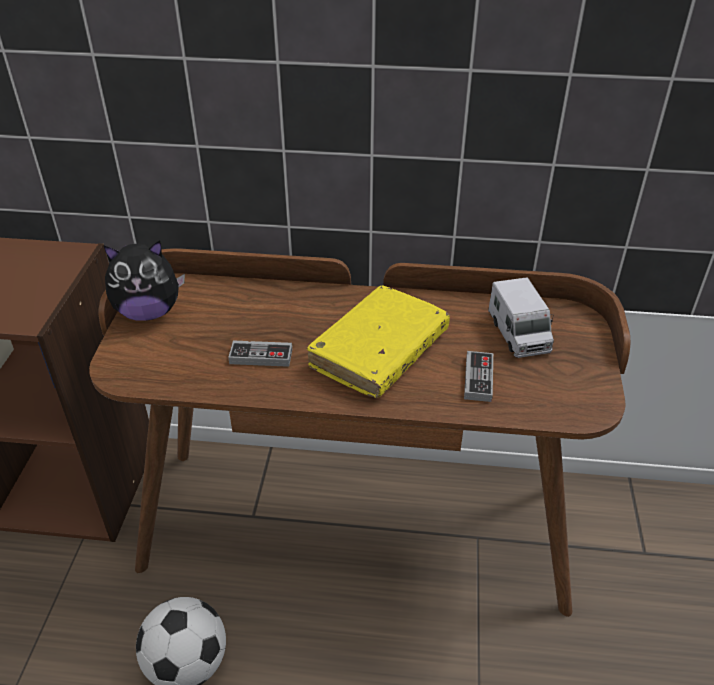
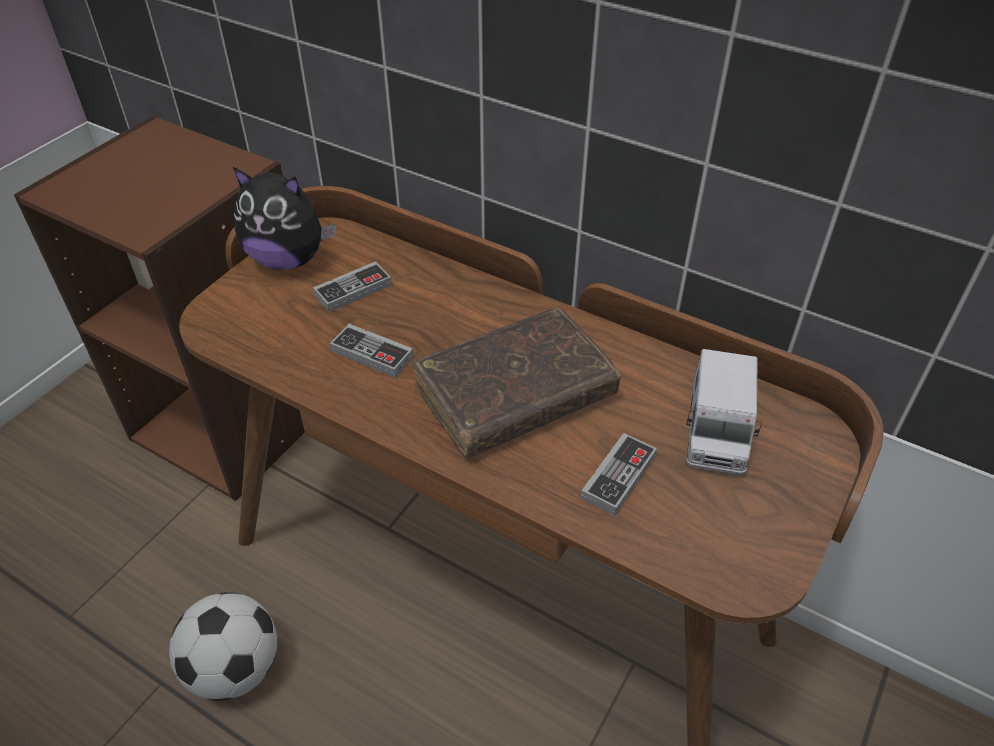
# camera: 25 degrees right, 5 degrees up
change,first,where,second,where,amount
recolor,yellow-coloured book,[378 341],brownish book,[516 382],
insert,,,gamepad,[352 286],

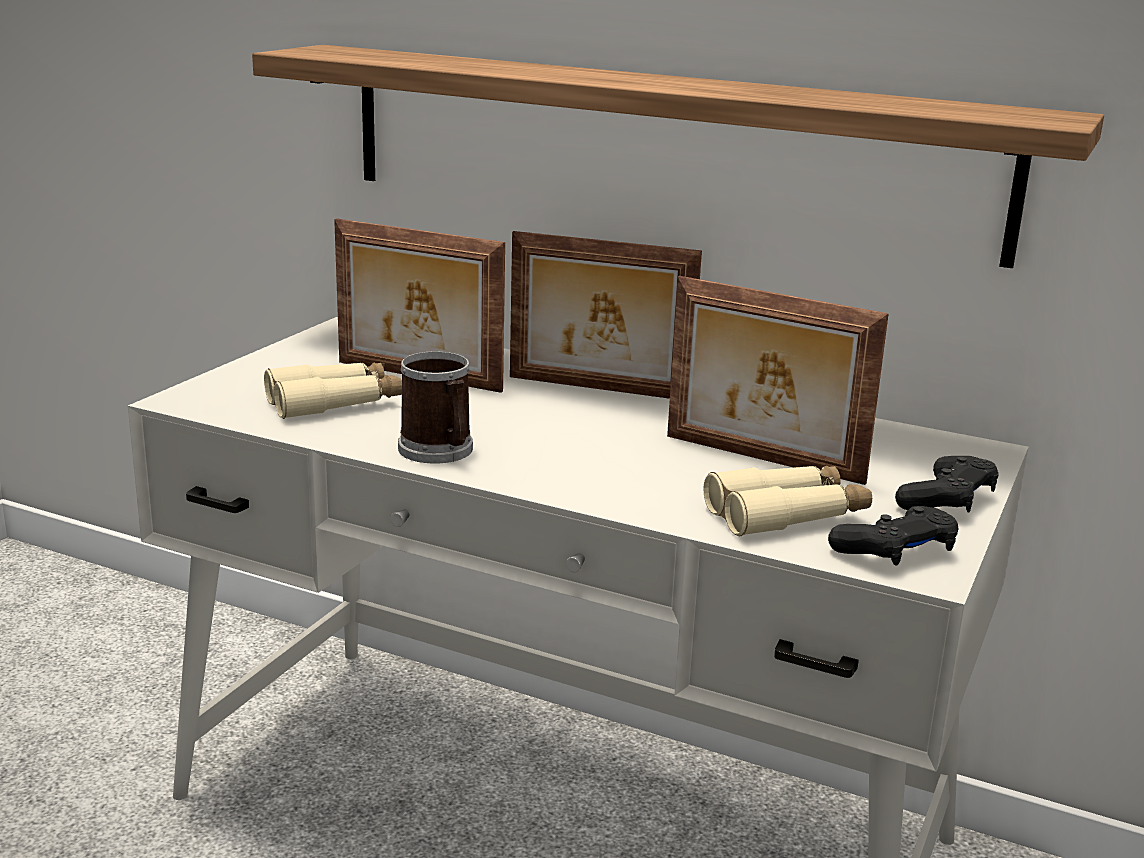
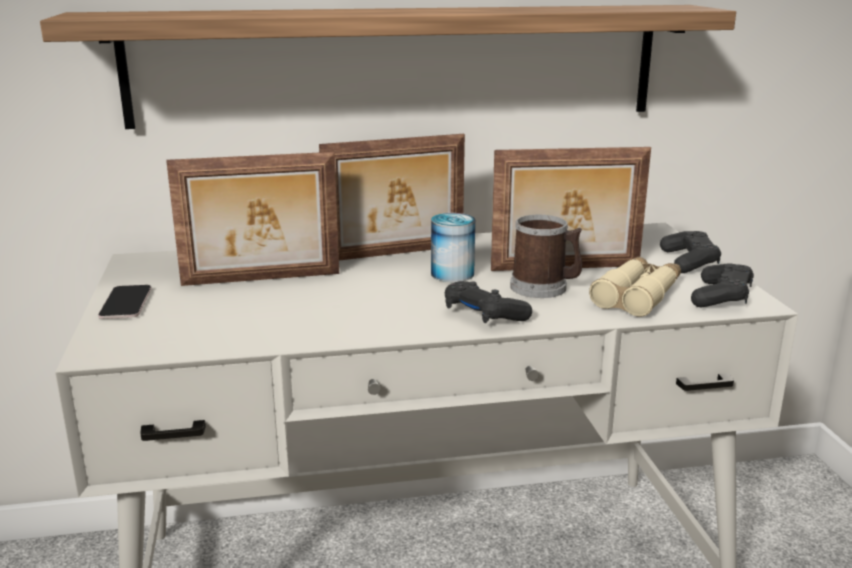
# camera: 35 degrees left, 0 degrees up
change,first,where,second,where,amount
move,tea mug,[435 407],,[546 256],
delete,beige pair of binoculars,[333 391],,,
insert,,,metal can,[453 247],
insert,,,blackish gamepad,[488 302],
insert,,,telephone,[125 302],

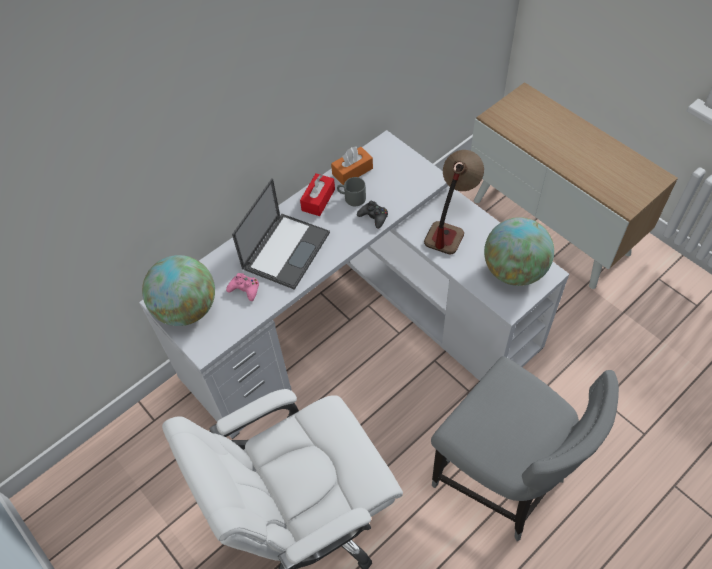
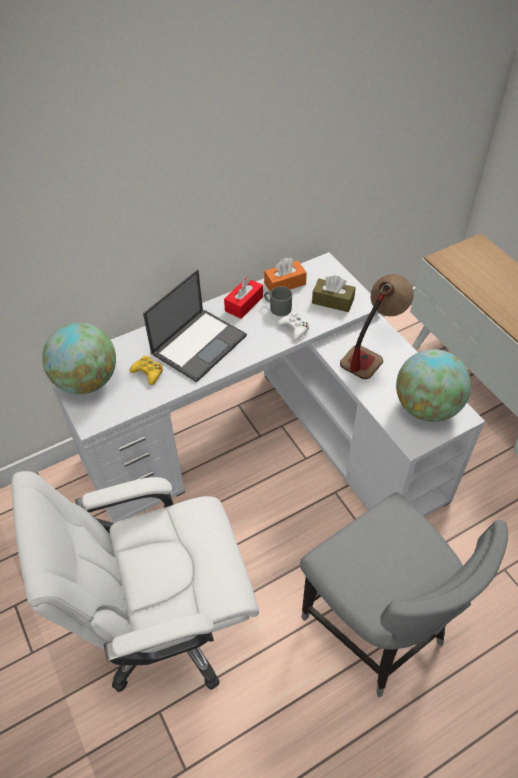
# camera: 10 degrees right, 5 degrees down
change,first,where,second,where,amount
recolor,blackish gamepad,[372 215],white gamepad,[293 326],
recolor,pinkish gamepad,[242 287],yellow-coloured gamepad,[146 370],
insert,,,brownish box of tissues,[334 293],

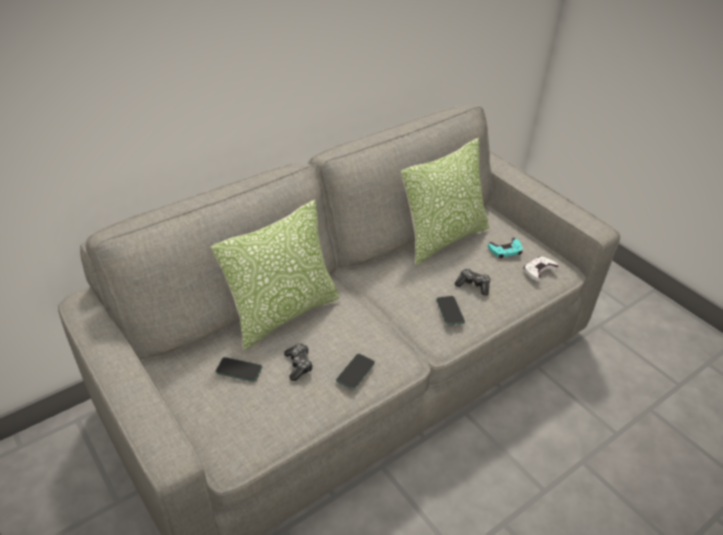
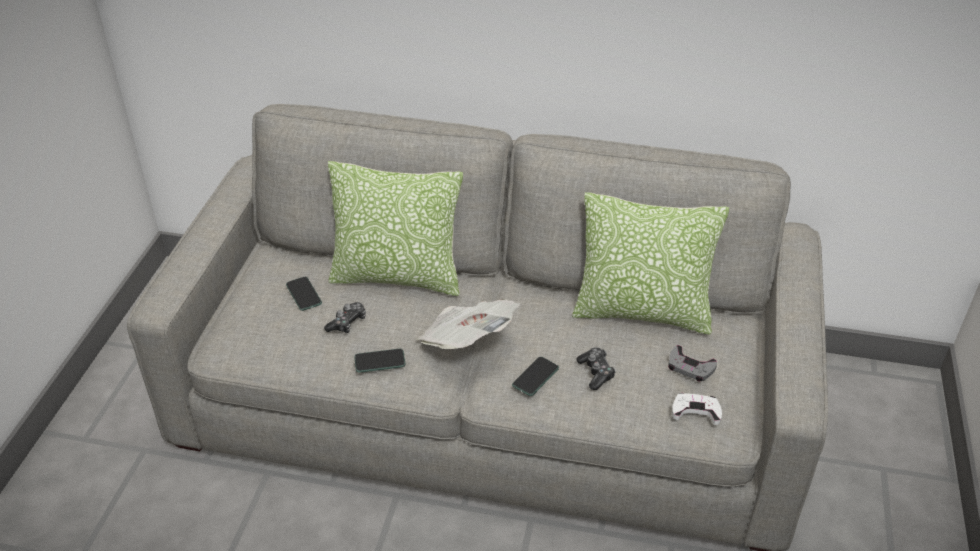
# camera: 50 degrees right, 0 degrees up
change,first,where,second,where,amount
recolor,blue-green gamepad,[505 248],greyish gamepad,[692 363],
insert,,,daily paper,[468 324],

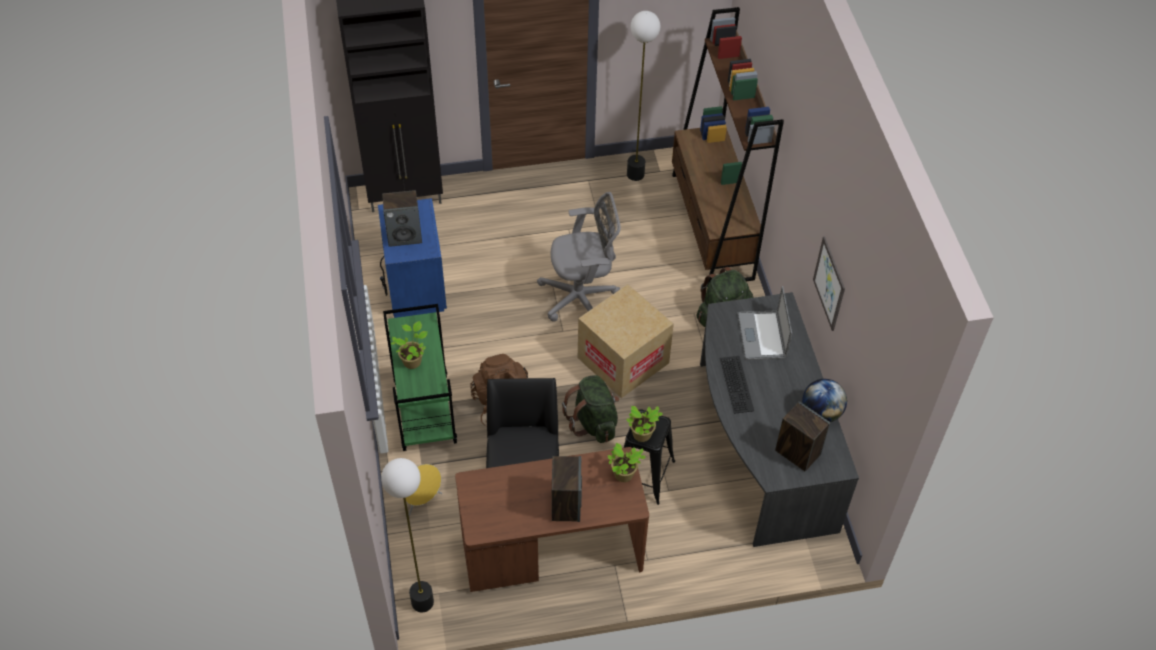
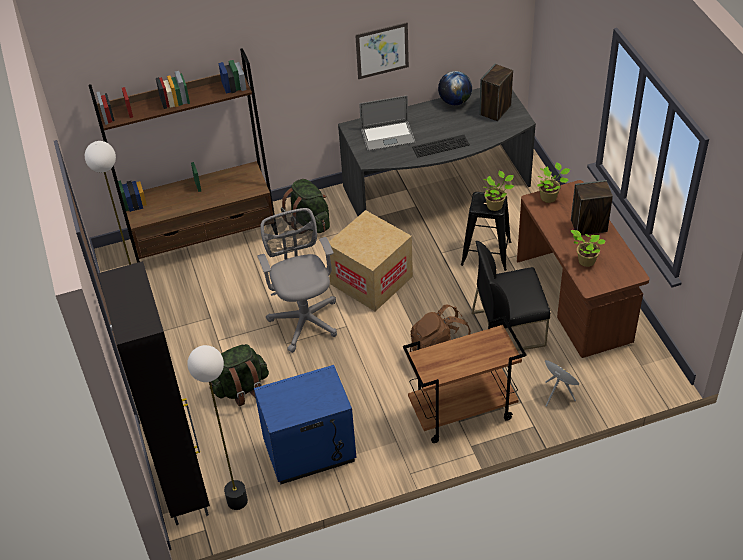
# camera: 95 degrees left, 5 degrees down
change,first,where,second,where,amount
delete,loudspeaker,[402 218],,,
recolor,greenish trolley,[420 377],brownish trolley,[464 379],
move,plant in a pot,[409 345],,[588 248],
move,greenish backpack,[590 409],,[240 375],
move,floor lamp,[407 535],,[217 427],

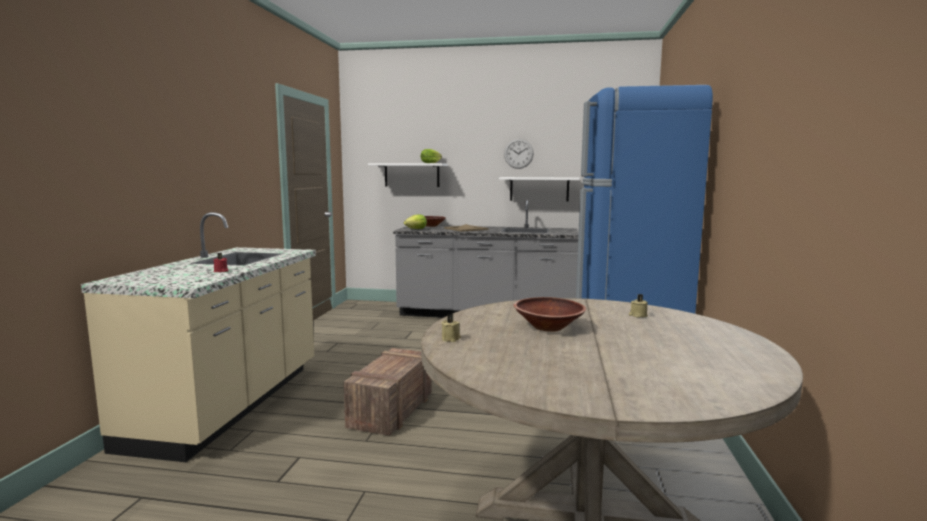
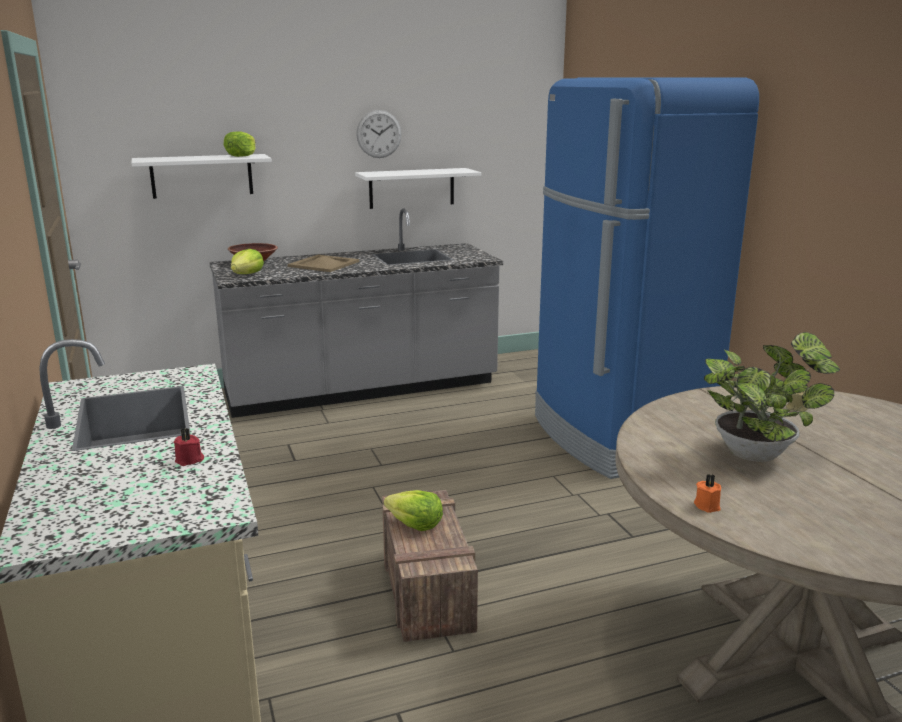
# camera: 30 degrees left, 10 degrees up
change,first,where,second,where,amount
replace,brownish serving bowl,[550 314],plant in a pot,[772 397],
recolor,beige wax light,[451 328],orange wax light,[707 493],
insert,,,lettuce,[413 510],

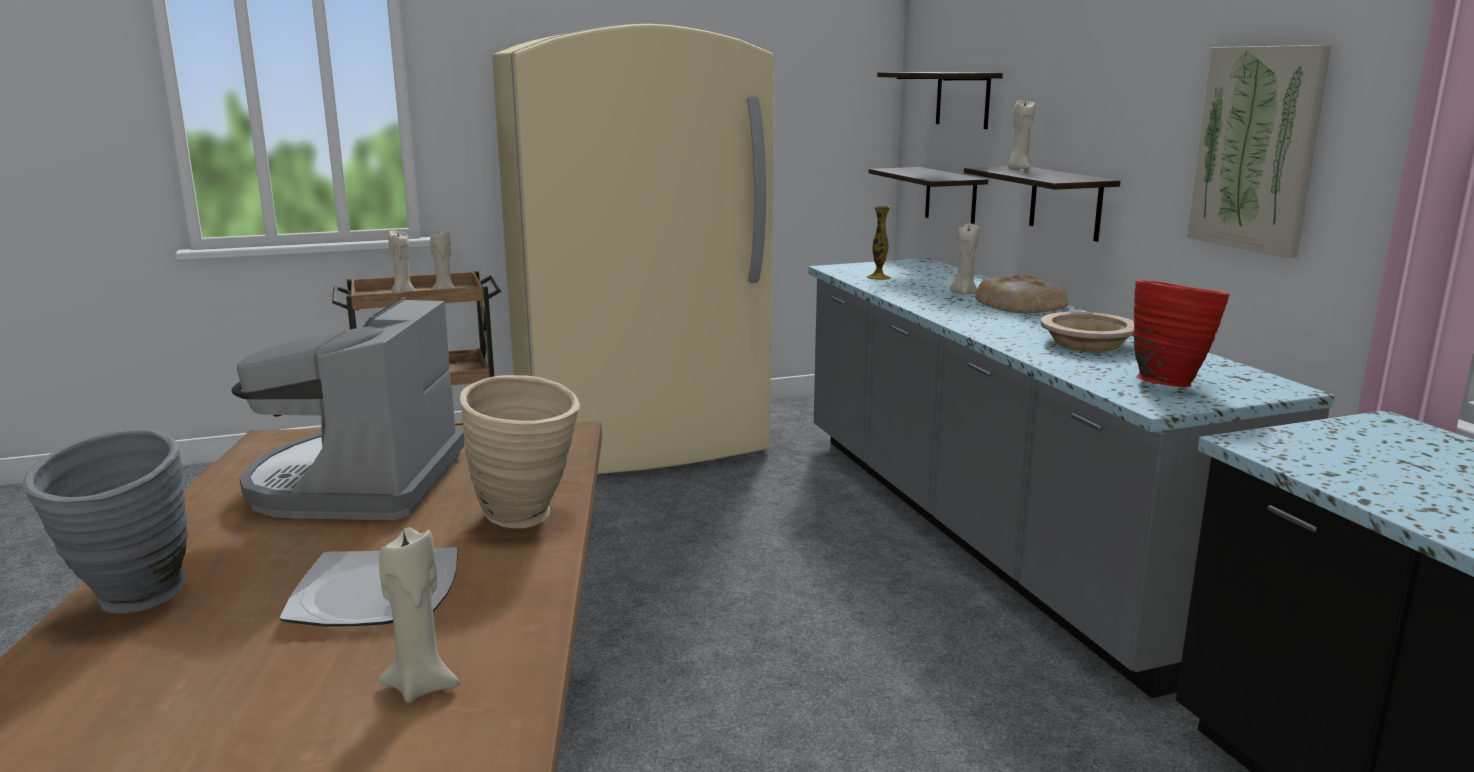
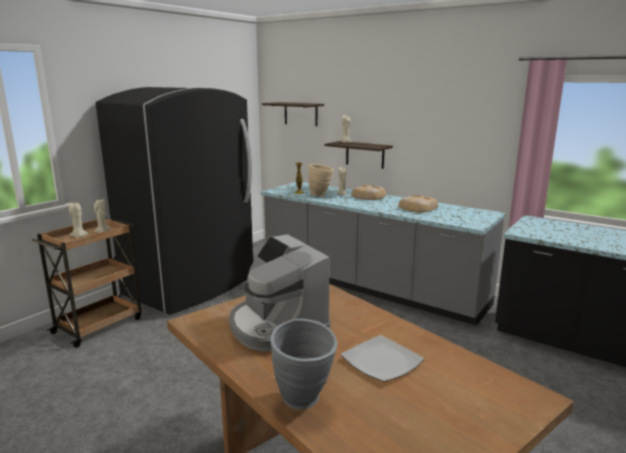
# camera: 35 degrees left, 0 degrees up
change,first,where,second,where,amount
recolor,beige refrigerator,[633 249],blackish refrigerator,[174 201],
delete,picture,[1259 151],,,
delete,shelf,[928 195],,,
delete,red-coloured decorative vase,[1181 333],,,
replace,beige serving bowl,[1087 332],bakery bread,[418 203],
move,beige decorative vase,[520 451],,[321 180],
delete,beige wax light,[419 615],,,

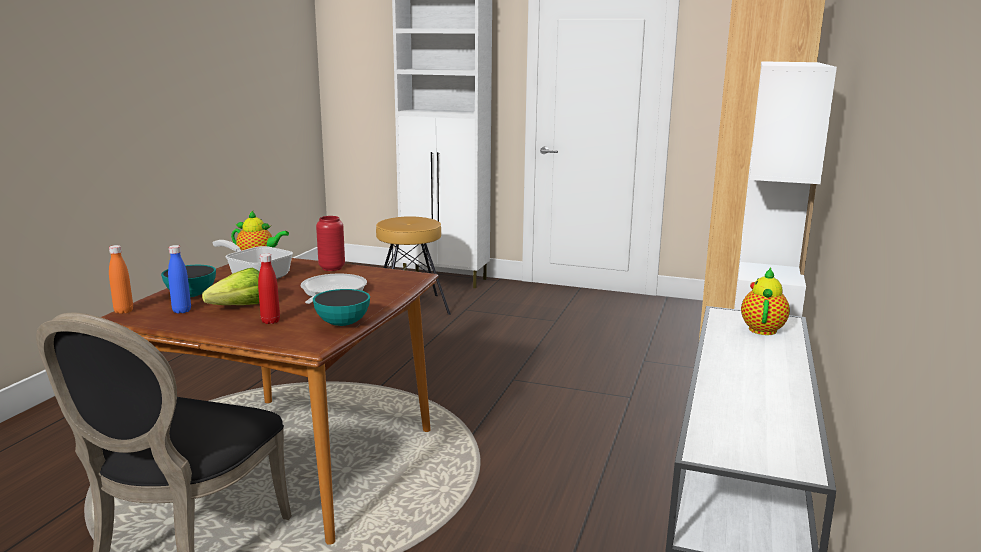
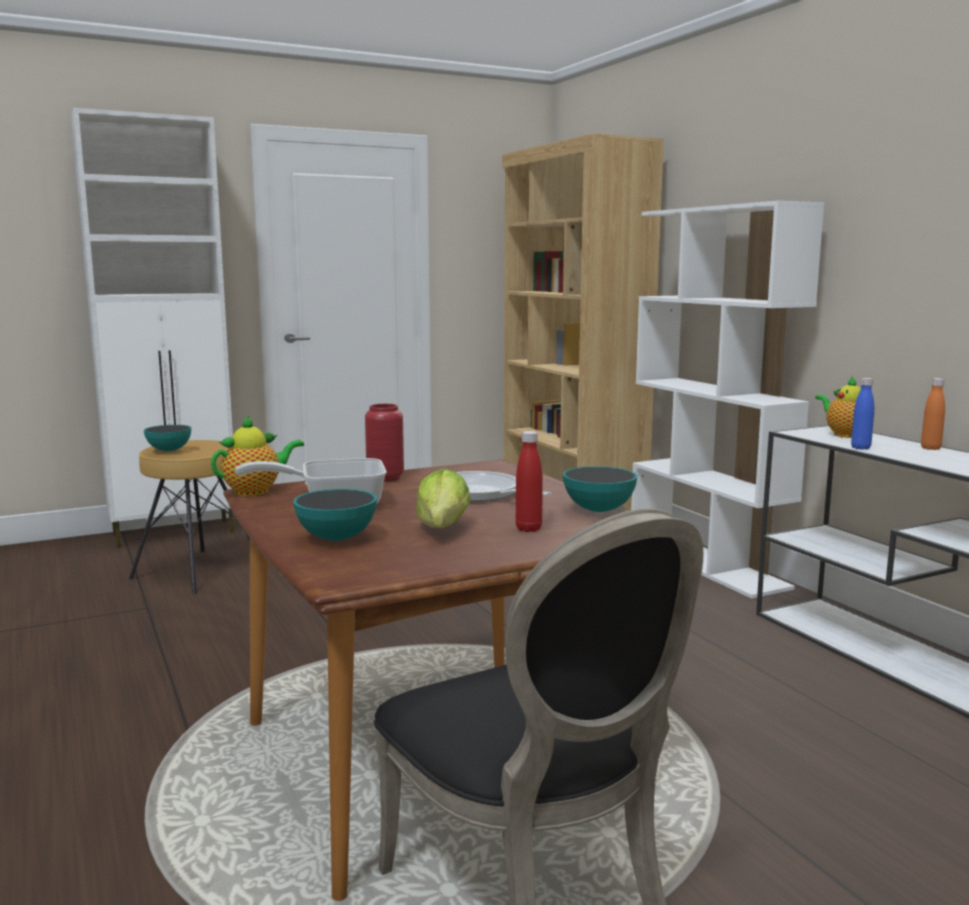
# camera: 45 degrees left, 5 degrees down
change,first,where,second,where,amount
move,orange drink bottle,[121 279],,[933 414],
move,bluish drink bottle,[179 279],,[862 414],
insert,,,serving bowl,[167 438],

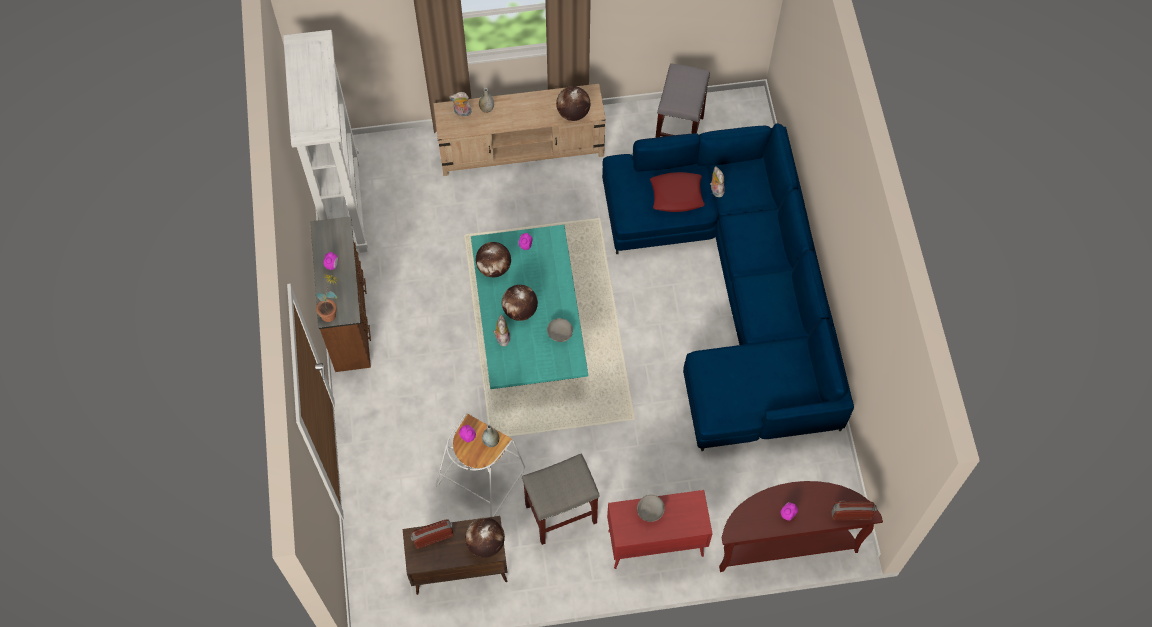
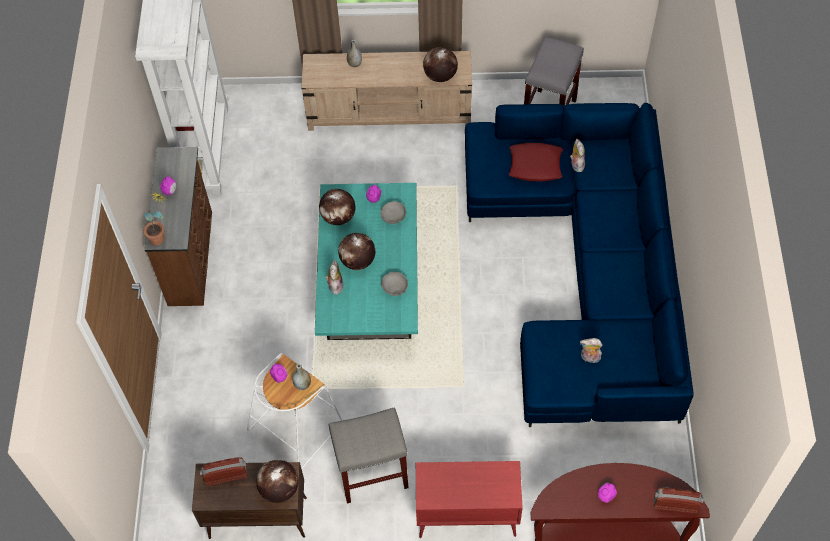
# camera: 10 degrees right, 5 degrees down
change,first,where,second,where,amount
move,cuddly toy,[460 104],,[591 350],
move,greyish serving bowl,[651 508],,[393 212],

